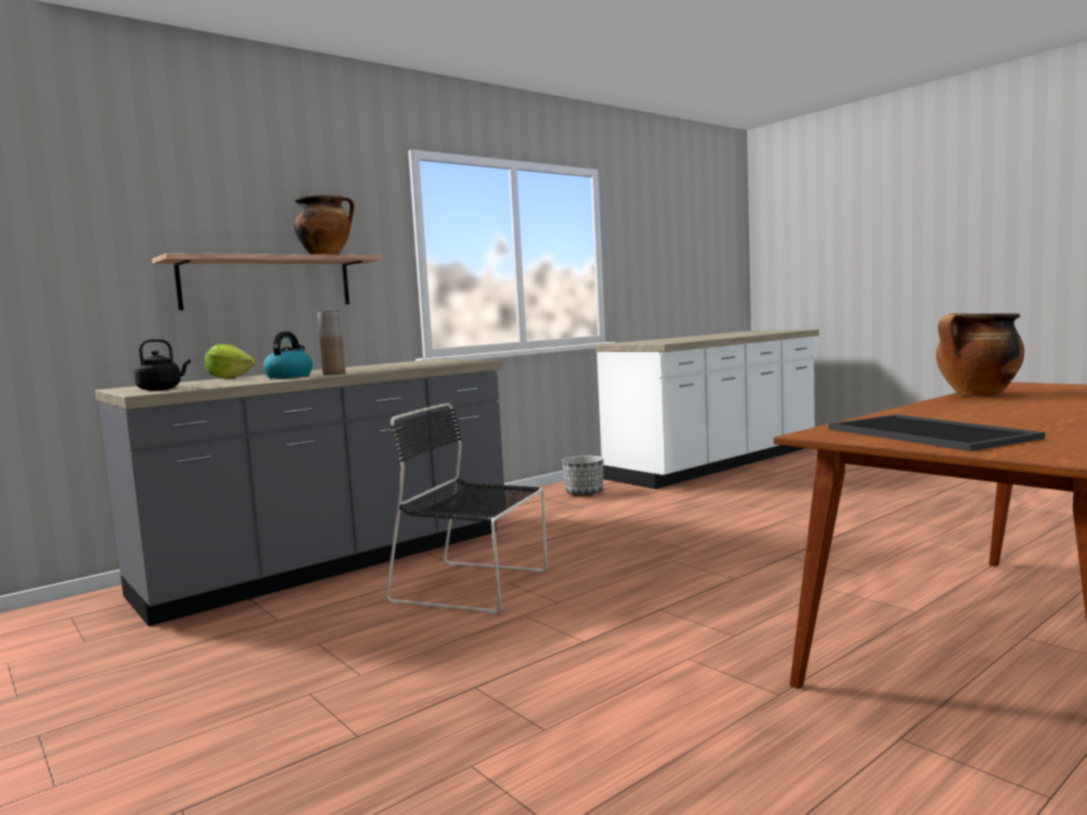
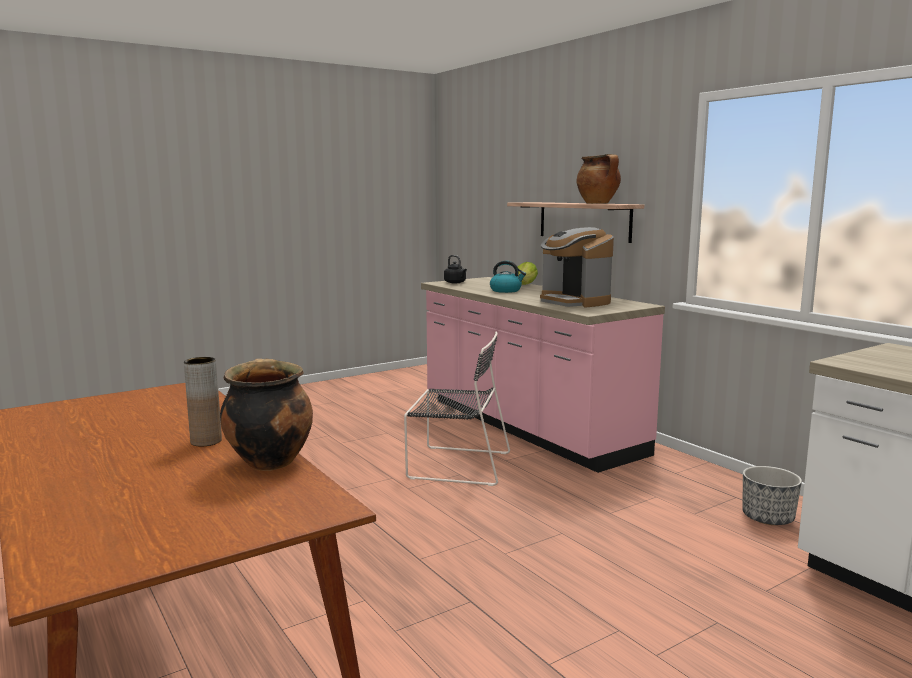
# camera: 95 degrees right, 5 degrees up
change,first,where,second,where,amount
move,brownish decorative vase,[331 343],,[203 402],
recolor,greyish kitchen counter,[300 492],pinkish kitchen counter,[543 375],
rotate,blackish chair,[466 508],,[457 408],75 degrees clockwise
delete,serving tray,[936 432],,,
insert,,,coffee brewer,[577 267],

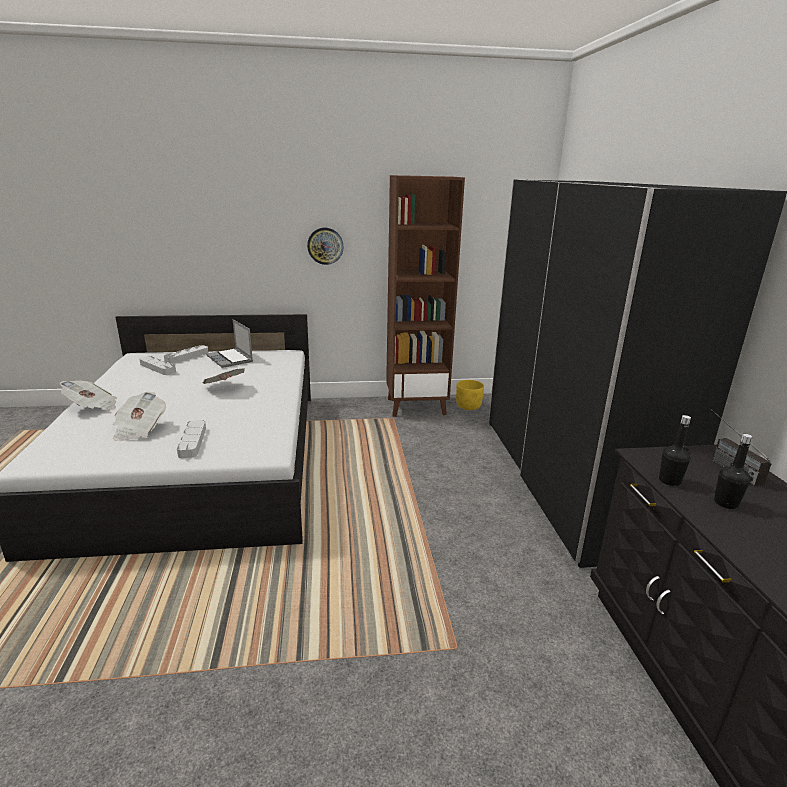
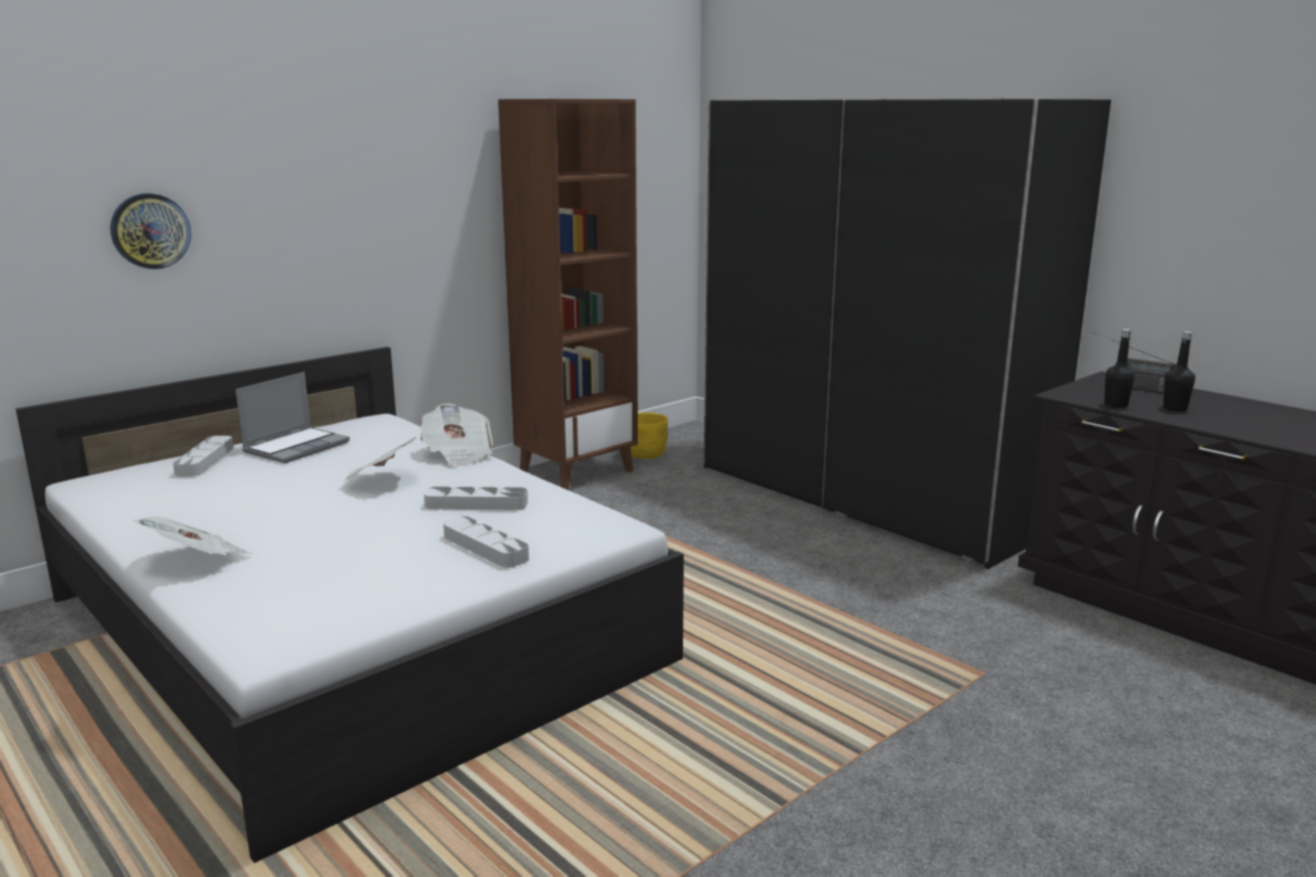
# camera: 35 degrees left, 5 degrees down
change,first,where,second,where,amount
move,clock on the wall,[325 246],,[150 231],
rotate,laptop,[229 343],,[292 417],75 degrees counterclockwise
move,greyish serving tray,[157 365],,[476 498],
move,daily paper,[139 416],,[456 435],

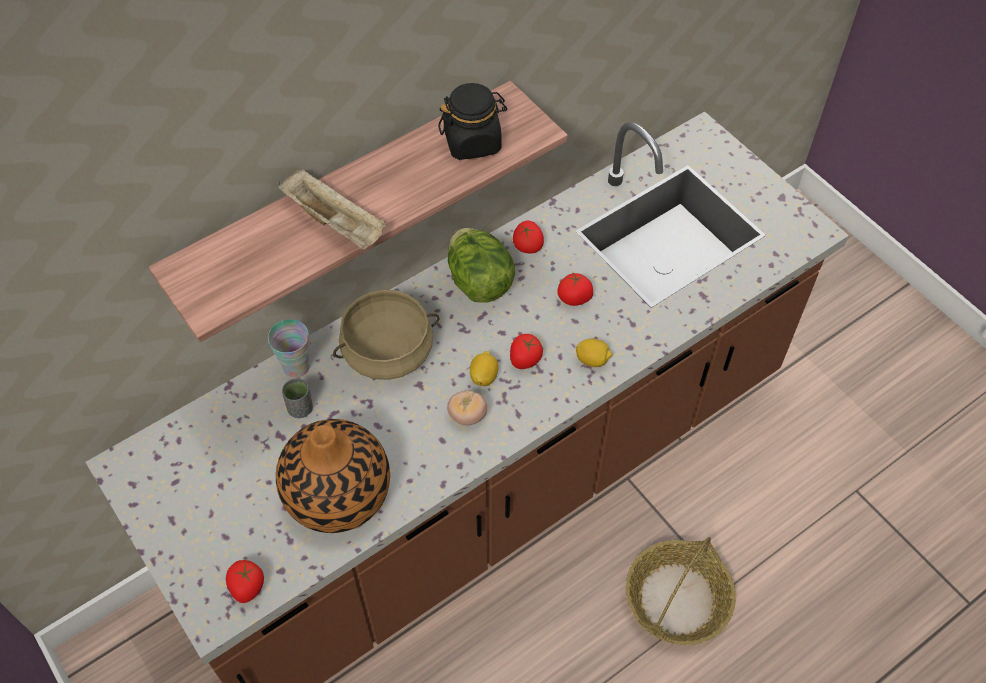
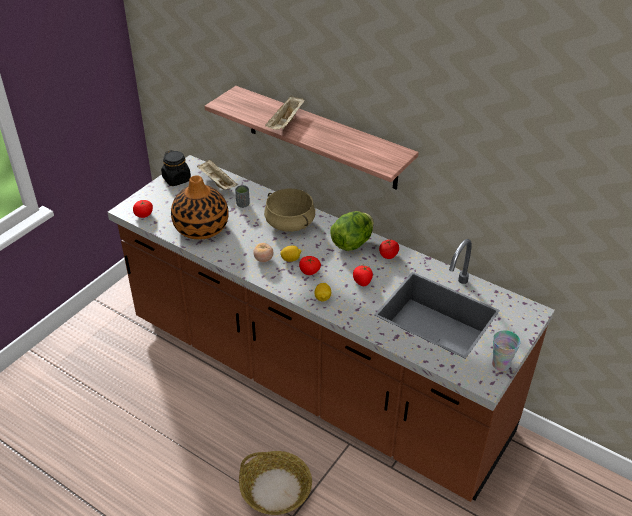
# camera: 70 degrees right, 15 degrees down
change,first,where,second,where,amount
move,blackish storage jar,[472 121],,[176 168],
move,drinking cup,[289 348],,[506 350],
insert,,,beige serving tray,[217 174],

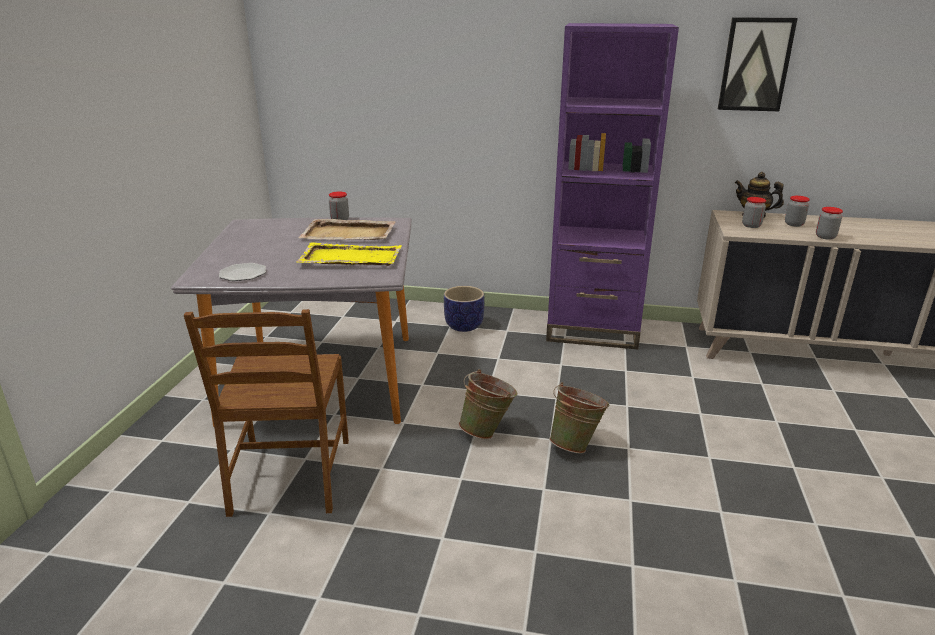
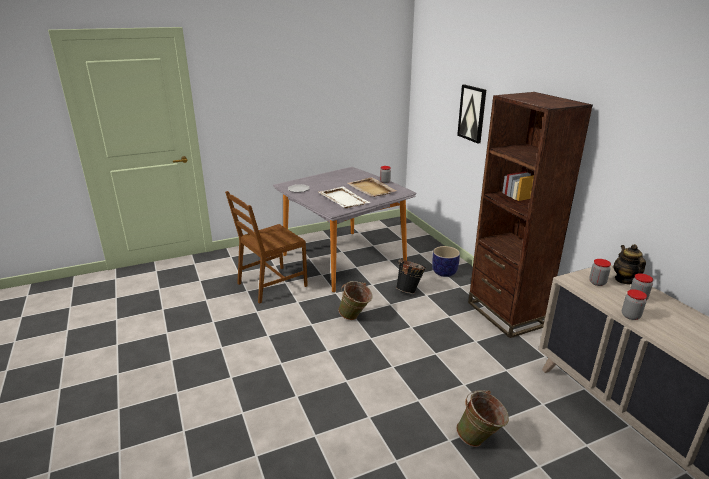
# camera: 55 degrees right, 0 degrees up
change,first,where,second,where,amount
move,picture,[758 64],,[471 114],
recolor,purplish bookshelf,[612 186],brownish bookshelf,[530 215],
recolor,yellow-coloured serving tray,[349 254],white serving tray,[344 197],
move,greenish water bucket,[579 417],,[482 418],
insert,,,blackish water bucket,[411 276],

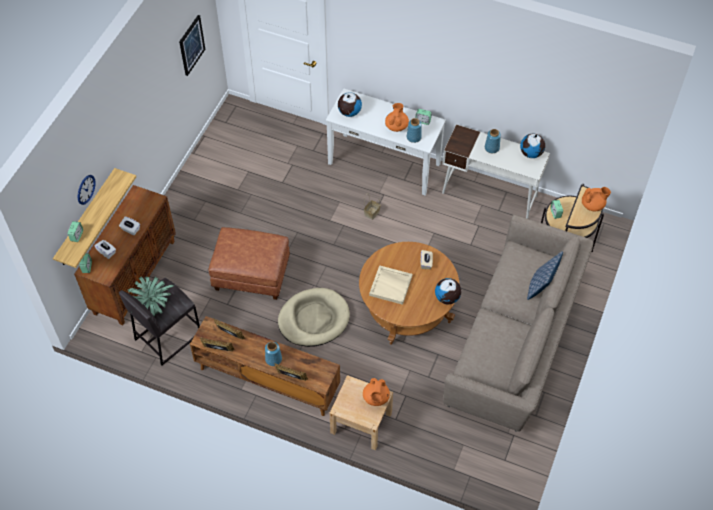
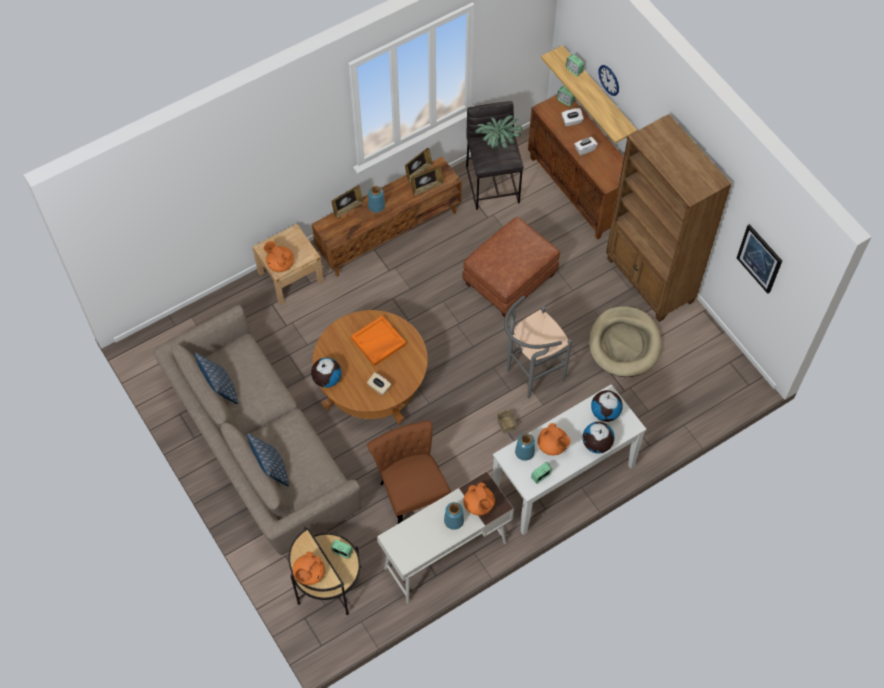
# camera: 125 degrees right, 5 degrees up
change,first,where,second,where,amount
move,desk globe,[532 146],,[598 437],
recolor,beige serving tray,[390 285],orange serving tray,[378 340],
move,beige dog bed,[314 317],,[625 341],
insert,,,brownish bookshelf,[669 218],
insert,,,greyish stool seat,[538 347],
insert,,,cushion,[216 378],
insert,,,brownish chair,[409 472],
insert,,,orange teapot,[479 499],

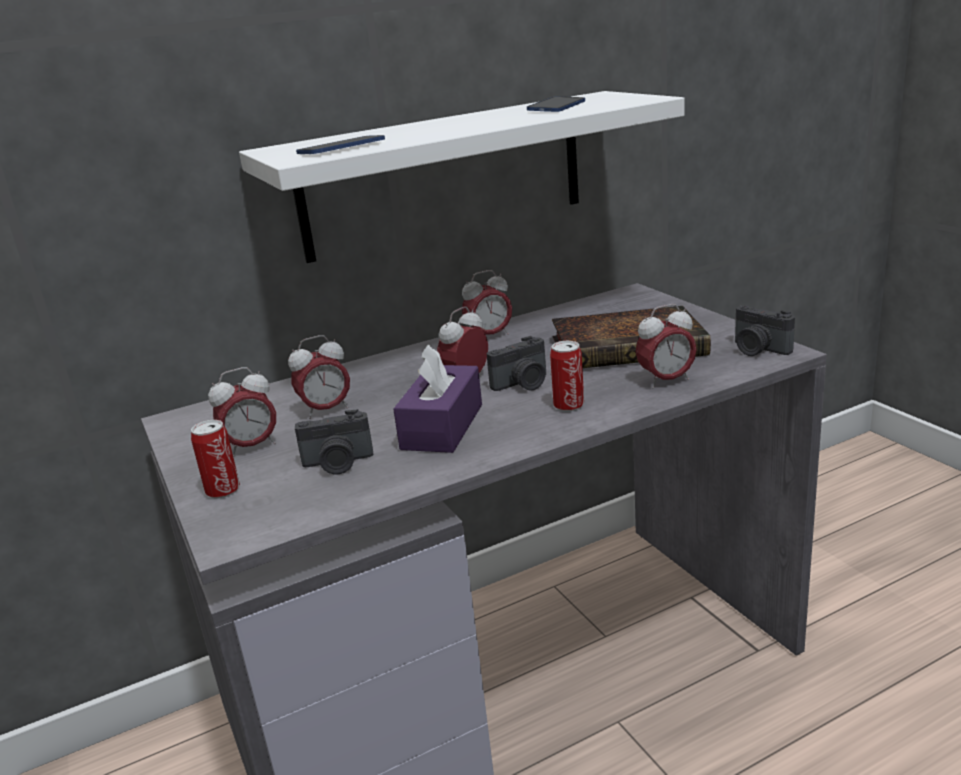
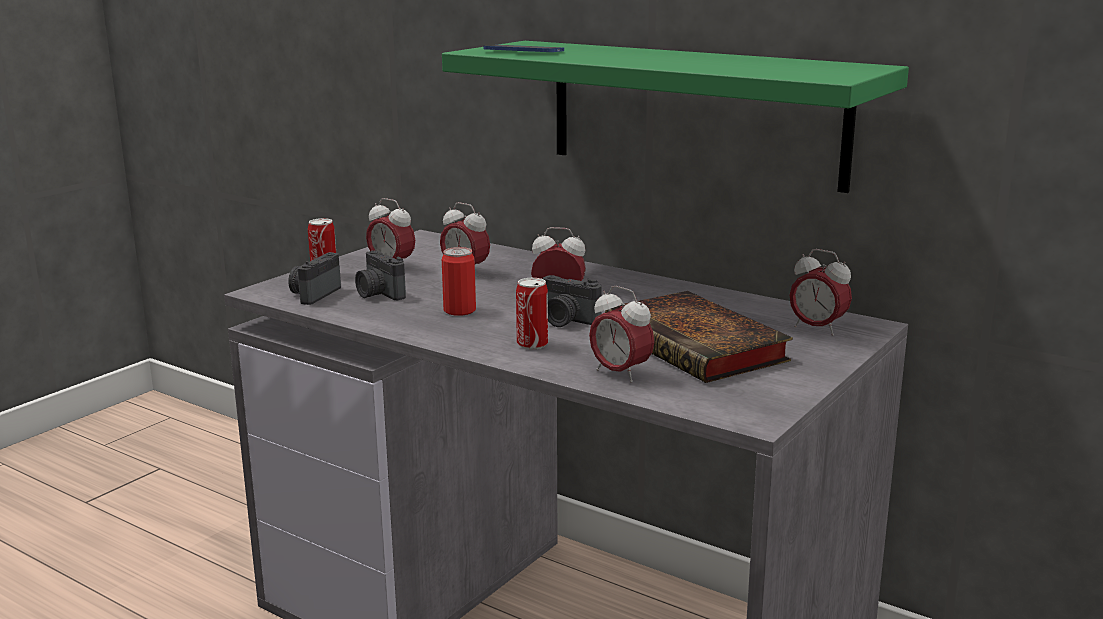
# camera: 60 degrees right, 5 degrees down
change,first,where,second,where,amount
recolor,white shelf,[462 177],greenish shelf,[675 117],
delete,telephone,[556 104],,,
move,alarm clock,[487 302],,[821 292],
move,still camera,[765 330],,[314 278],
replace,purplish box of tissues,[437 398],metal can,[459 281],

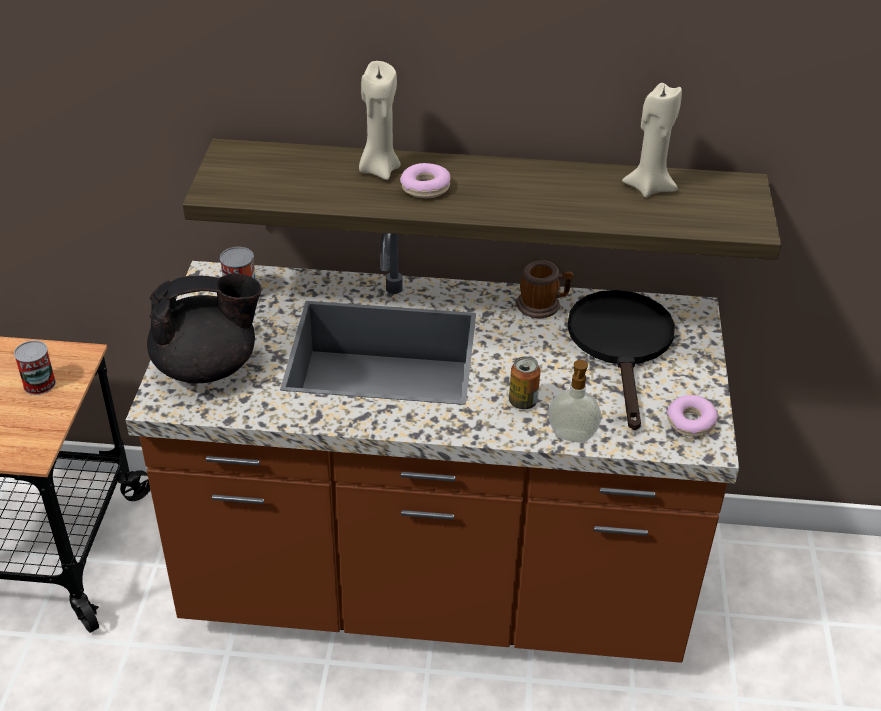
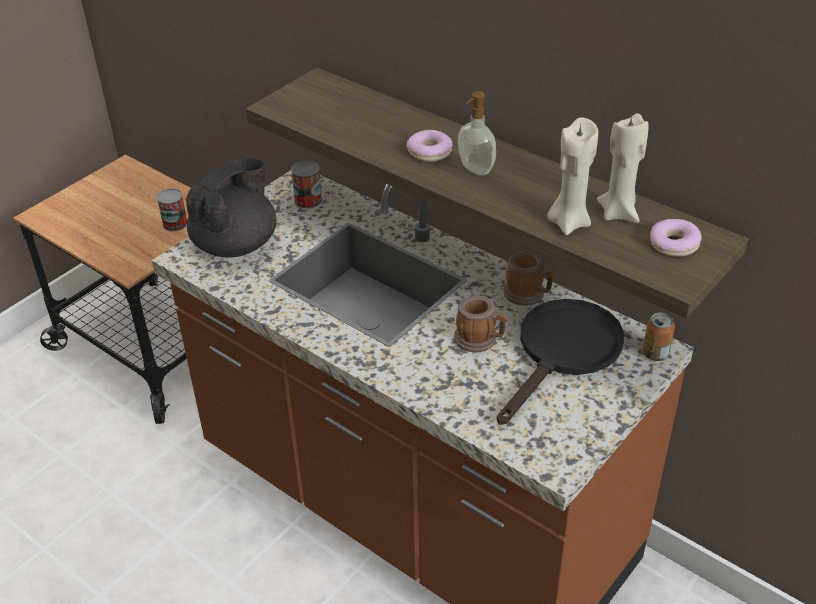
# camera: 35 degrees right, 0 degrees up
change,first,where,second,where,amount
move,beige wax light,[380 120],,[572 176],
rotate,blackish teapot,[204 328],,[231 208],75 degrees counterclockwise
move,metal can,[525 382],,[658 336],
move,soap dispenser,[574 401],,[477 133],
move,ring doughnut,[692 416],,[676 238],
insert,,,tea mug,[481 324],

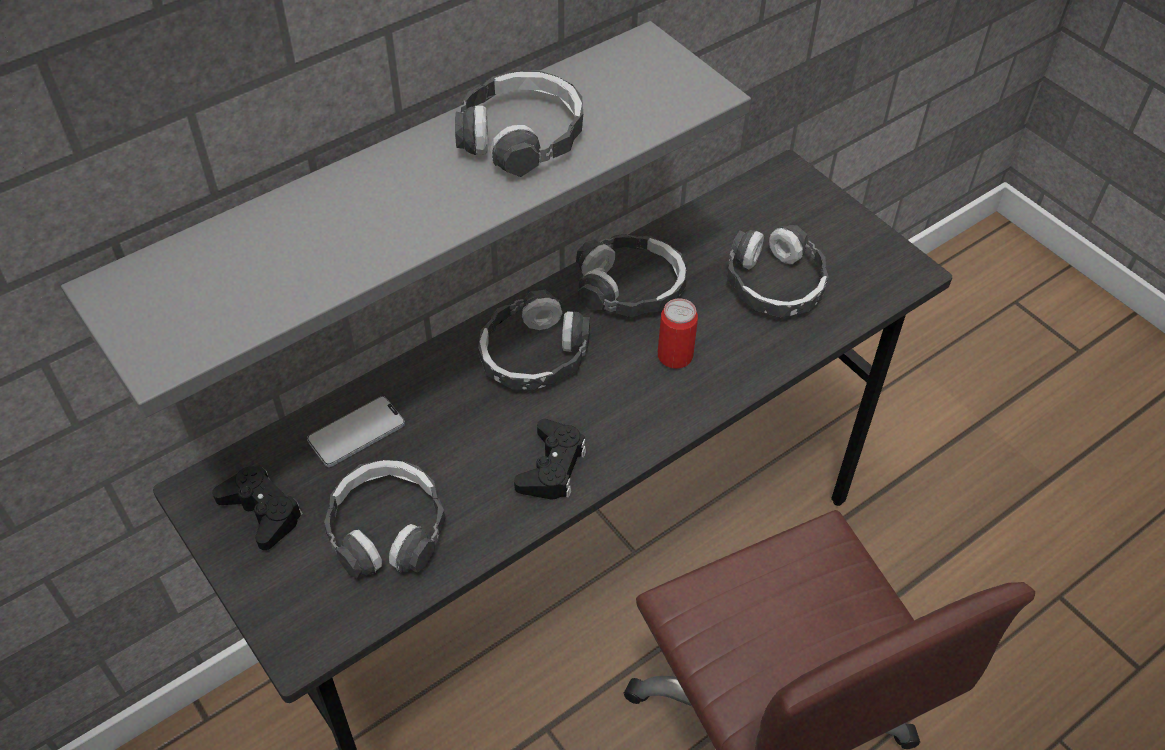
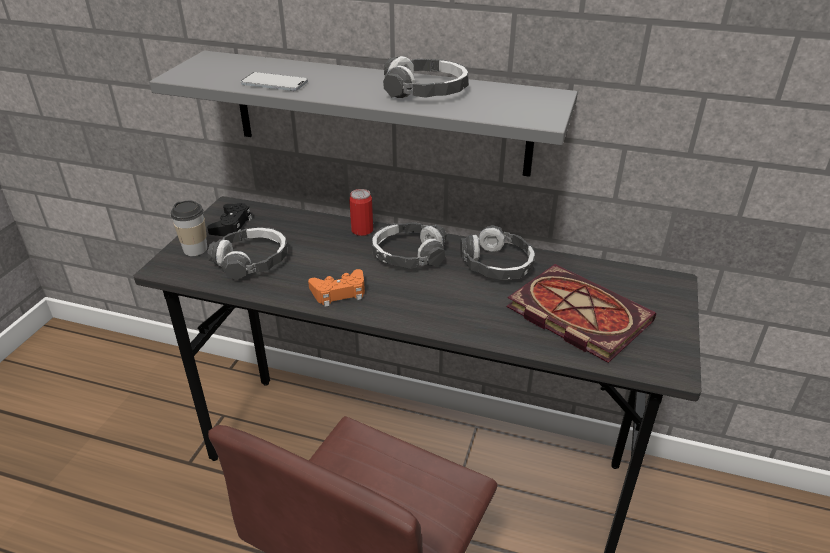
# camera: 55 degrees right, 15 degrees down
change,first,where,second,where,amount
replace,headset,[778 271],book,[581 313],
move,metal can,[678 333],,[361 212],
move,telephone,[356 431],,[274 81],
recolor,blackish gamepad,[550 459],orange gamepad,[336 288],
insert,,,drinking cup,[189 228],

